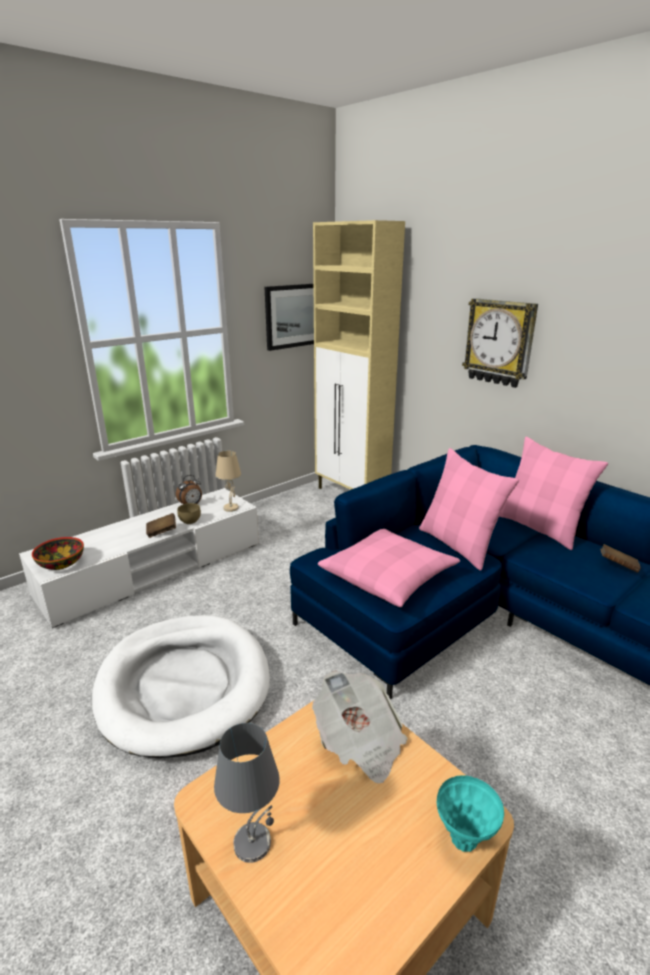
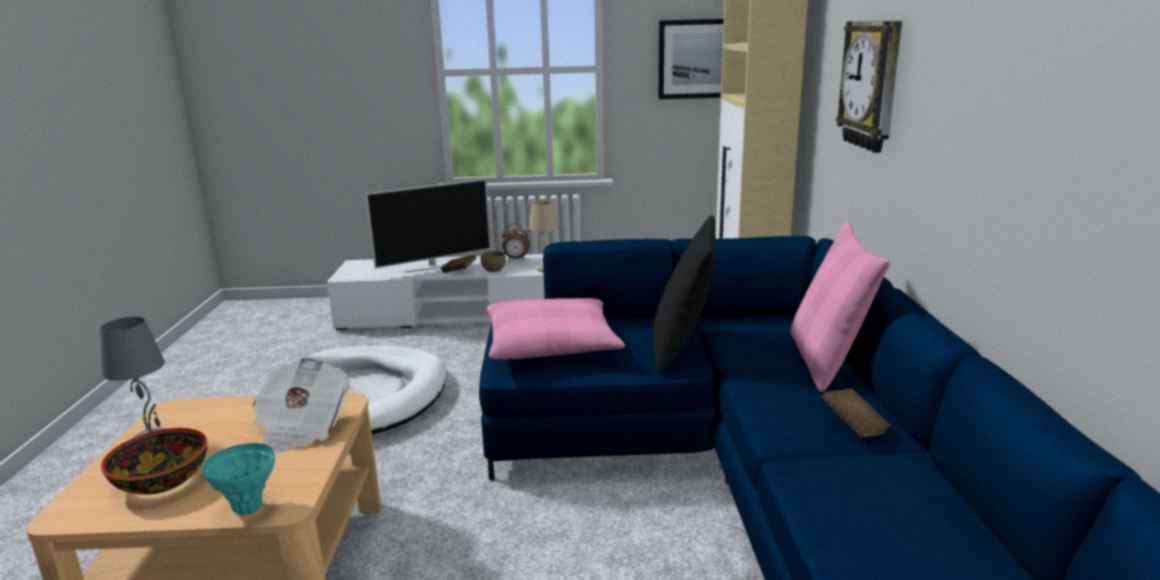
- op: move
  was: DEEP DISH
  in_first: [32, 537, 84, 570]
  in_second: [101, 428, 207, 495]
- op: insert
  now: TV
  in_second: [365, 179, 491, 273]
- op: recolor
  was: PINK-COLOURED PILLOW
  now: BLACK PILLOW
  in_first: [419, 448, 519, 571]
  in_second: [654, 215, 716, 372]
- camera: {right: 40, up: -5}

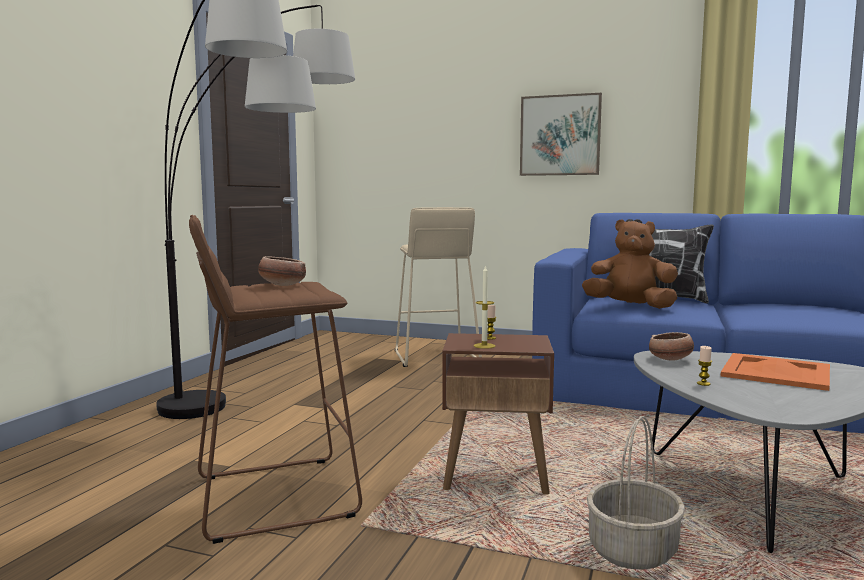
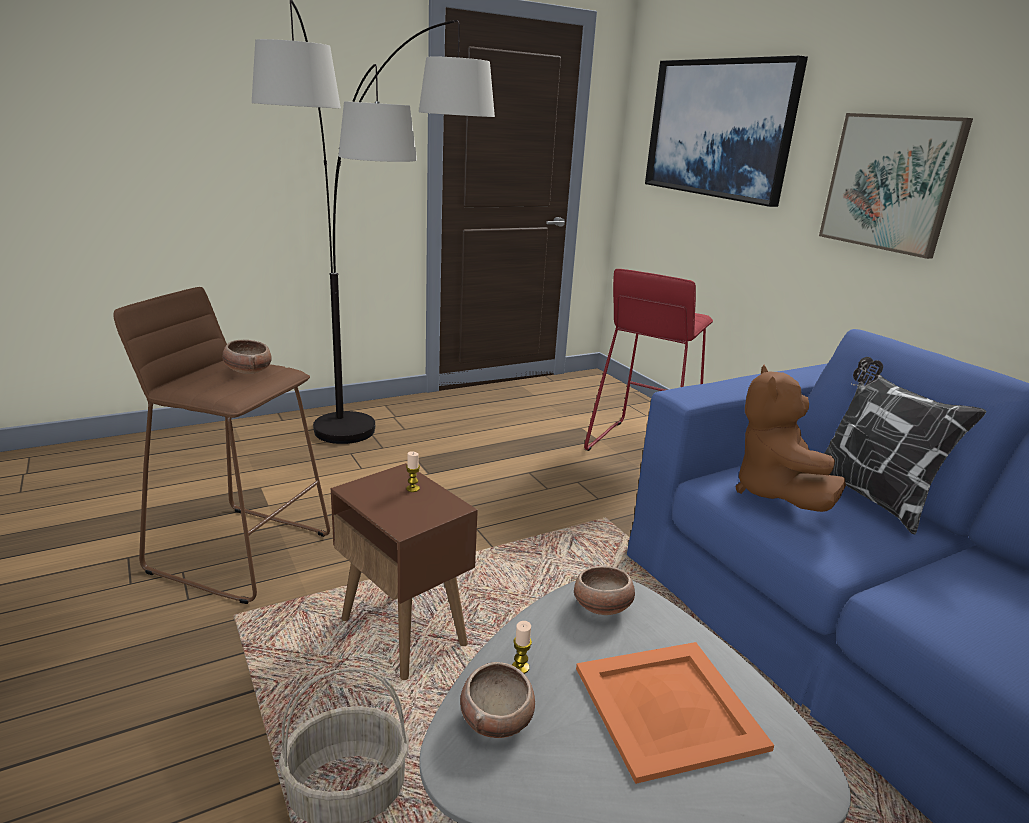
- op: insert
  now: DEEP DISH
  in_second: [460, 662, 535, 738]
- op: recolor
  was: BEIGE STOOL
  now: RED STOOL
  in_first: [395, 207, 482, 367]
  in_second: [584, 269, 713, 451]
- op: insert
  now: WALL ART
  in_second: [645, 55, 808, 207]
- op: rotate
  was: BROWNISH PLUSH TOY
  in_first: [582, 219, 678, 309]
  in_second: [735, 364, 846, 512]
  clockwise: -150
- op: delete
  was: WAX LIGHT
  in_first: [474, 265, 495, 349]
- camera: {right: 40, up: 15}

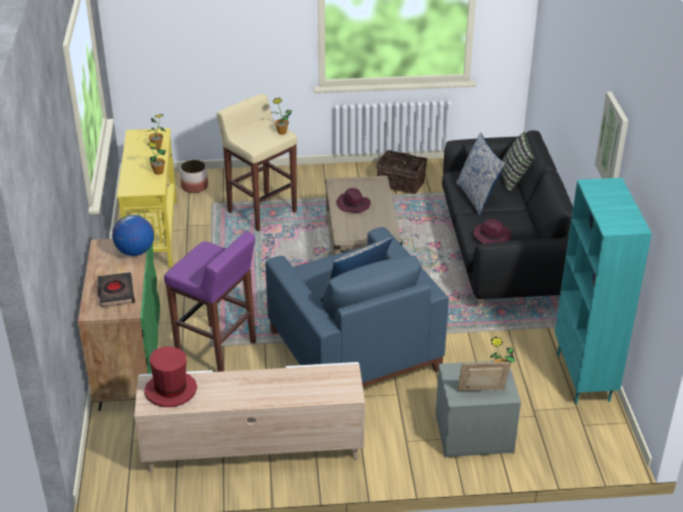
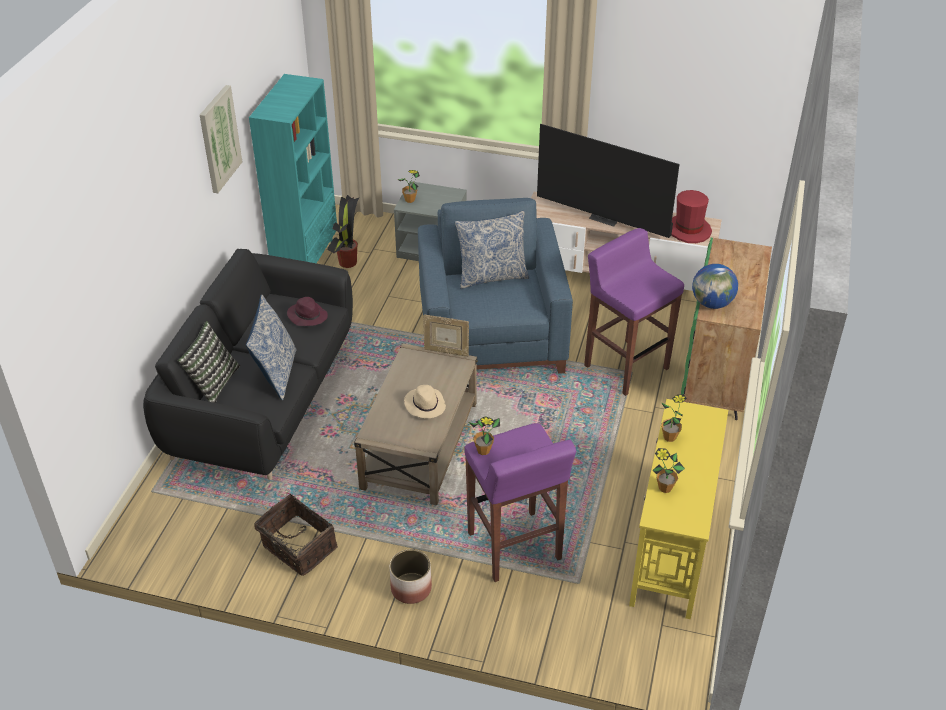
- op: insert
  now: POTTED PLANT
  in_second: [327, 195, 359, 268]
- op: move
  was: FLOWER POT
  in_first: [180, 160, 208, 193]
  in_second: [390, 549, 432, 604]
- op: recolor
  was: PURPLE-COLOURED HAT
  now: BEIGE HAT
  in_first: [337, 188, 371, 213]
  in_second: [404, 385, 446, 418]
- op: move
  was: PHOTO FRAME
  in_first: [457, 362, 510, 391]
  in_second: [423, 315, 469, 357]
- op: recolor
  was: BEIGE STOOL
  now: PURPLE-COLOURED STOOL
  in_first: [216, 94, 297, 231]
  in_second: [464, 423, 576, 582]
- op: insert
  now: TV
  in_second: [537, 124, 680, 238]
- op: delete
  was: BLACK BOOK
  in_first: [97, 272, 135, 307]
- camera: {right: -160, up: 5}

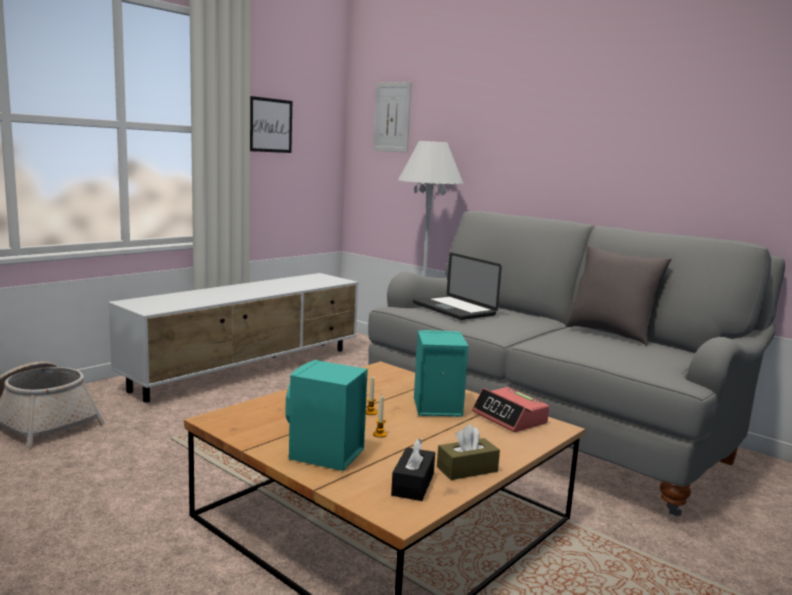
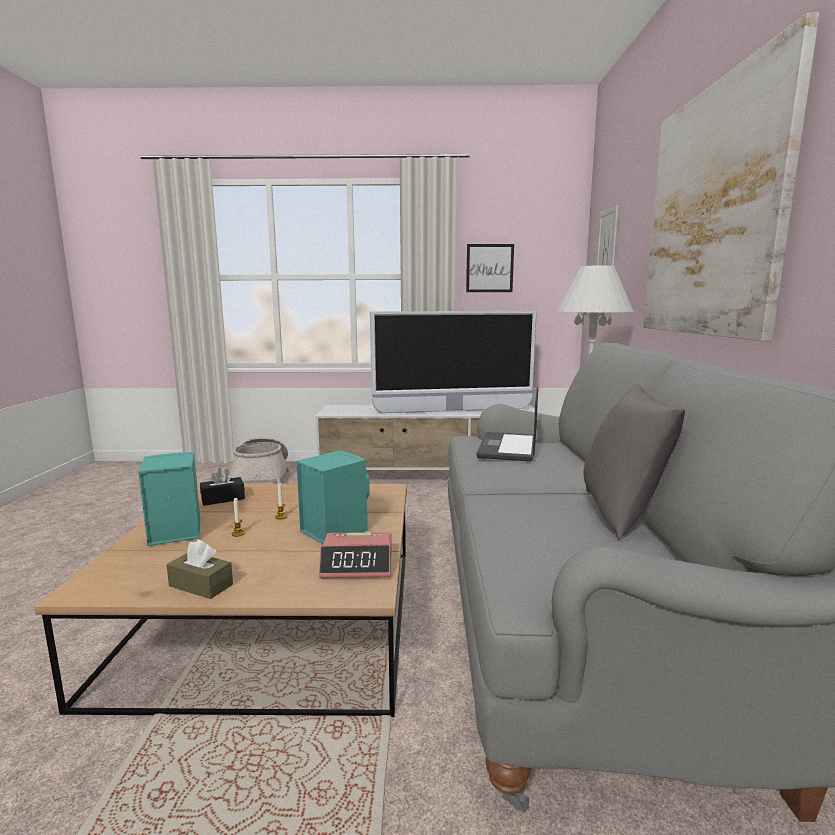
- op: move
  was: BLACK BOX OF TISSUES
  in_first: [391, 439, 435, 501]
  in_second: [200, 467, 245, 506]
- op: rotate
  was: ALARM CLOCK
  in_first: [472, 387, 549, 432]
  in_second: [319, 532, 392, 578]
  clockwise: -105
- op: insert
  now: TV
  in_second: [370, 311, 537, 413]
- op: insert
  now: WALL ART
  in_second: [643, 13, 819, 341]
- camera: {right: 50, up: 0}

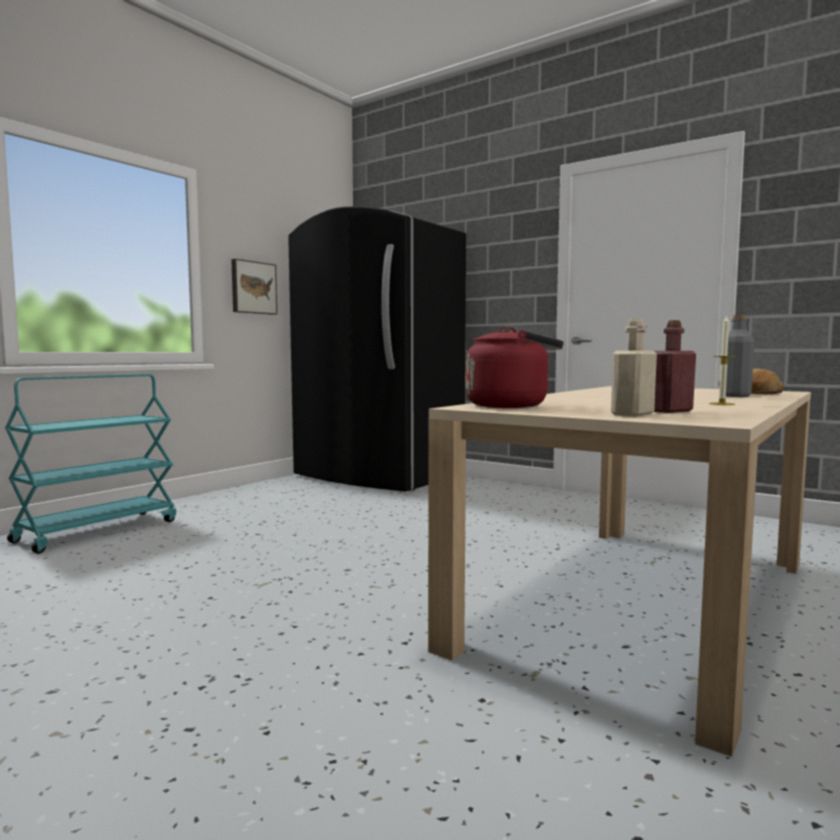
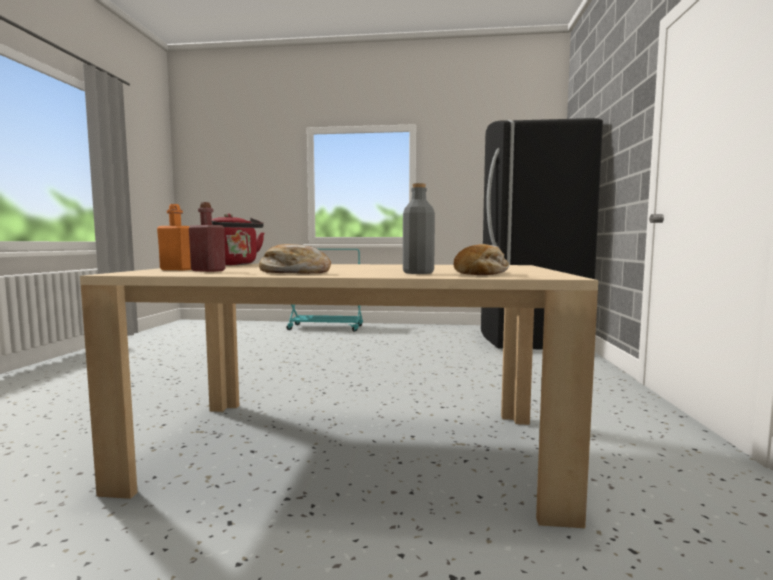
- op: recolor
  was: BEIGE DRINK BOTTLE
  now: ORANGE-COLOURED DRINK BOTTLE
  in_first: [611, 318, 657, 417]
  in_second: [157, 204, 192, 270]
- op: replace
  was: WAX LIGHT
  now: BAKERY BREAD
  in_first: [709, 315, 736, 405]
  in_second: [259, 244, 331, 274]
- op: delete
  was: WALL ART
  in_first: [231, 259, 277, 315]
- camera: {right: 60, up: 0}

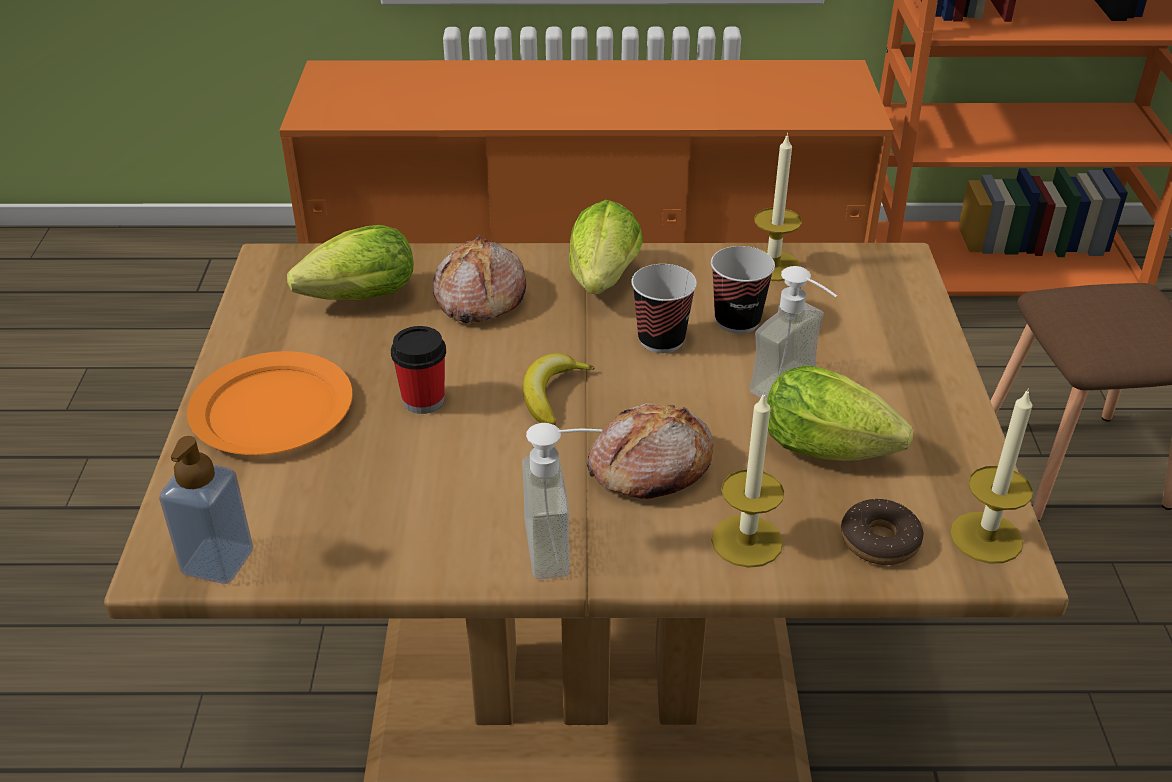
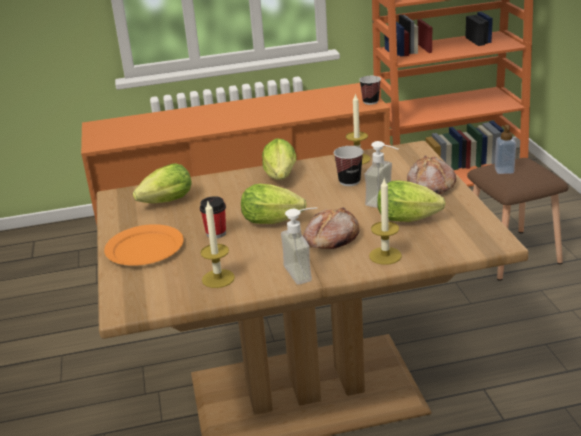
- op: move
  was: WAX LIGHT
  in_first: [950, 388, 1033, 564]
  in_second: [200, 202, 235, 288]
- op: replace
  was: WHOLE BANANA
  now: LETTUCE
  in_first: [523, 353, 595, 425]
  in_second: [241, 184, 307, 224]
- op: move
  was: DRINKING CUP
  in_first: [631, 264, 697, 353]
  in_second: [359, 76, 381, 105]
- op: move
  was: BAKERY BREAD
  in_first: [433, 236, 526, 323]
  in_second: [407, 155, 456, 194]
- op: move
  was: SOAP DISPENSER
  in_first: [159, 436, 253, 584]
  in_second: [495, 125, 516, 174]
- op: delete
  was: DOUGHNUT
  in_first: [841, 499, 923, 565]
- camera: {right: -10, up: -10}

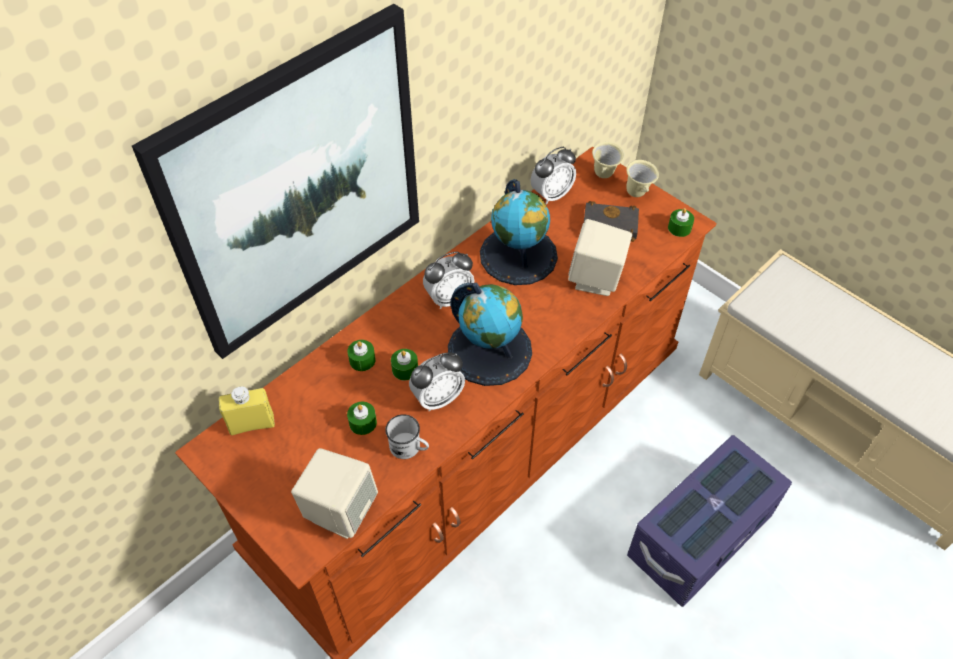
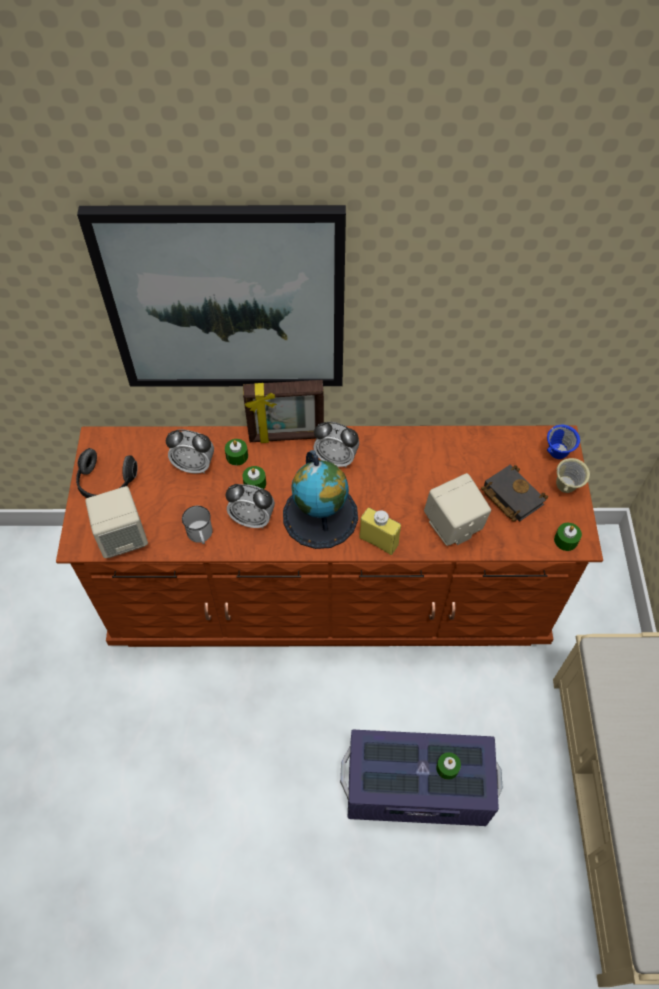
- op: insert
  now: PAIR OF HEADPHONES
  in_second: [76, 448, 138, 498]
- op: move
  was: ALARM CLOCK
  in_first: [531, 147, 576, 204]
  in_second: [166, 430, 214, 474]
- op: insert
  now: PHOTO FRAME
  in_second: [243, 380, 324, 443]
- op: move
  was: YELLOW-COLOURED DRINK BOTTLE
  in_first: [219, 386, 275, 436]
  in_second: [359, 508, 401, 555]
- op: move
  was: GREEN-COLOURED WAX LIGHT
  in_first: [347, 402, 377, 435]
  in_second: [436, 752, 461, 780]
- op: recolor
  was: BEIGE MUG
  now: BLUE-COLOURED MUG
  in_first: [592, 142, 624, 178]
  in_second: [547, 425, 580, 459]
- op: delete
  was: GLOBE
  in_first: [480, 179, 558, 285]
- camera: {right: 45, up: 5}

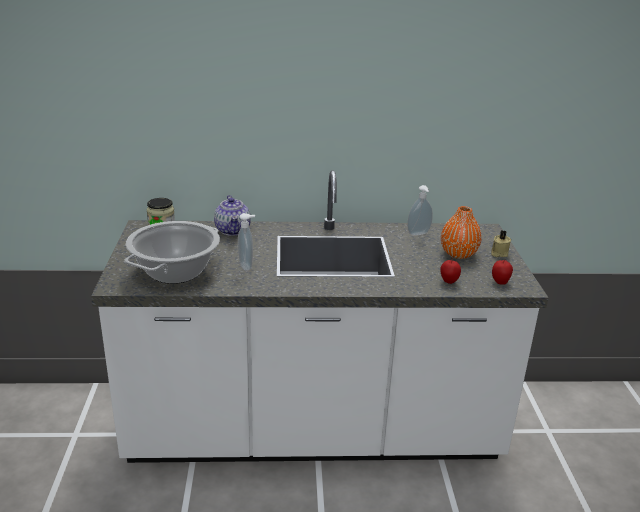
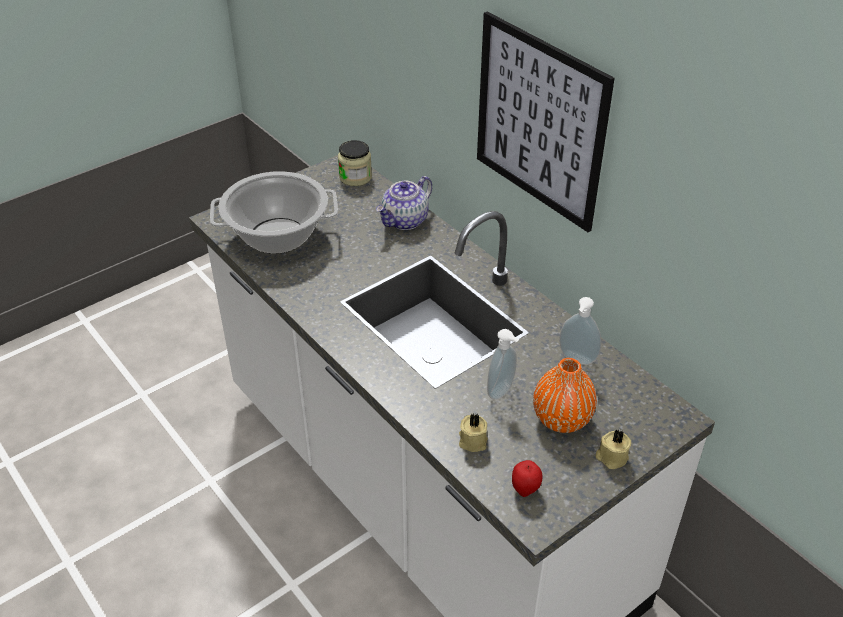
- op: replace
  was: APPLE
  now: BEIGE WAX LIGHT
  in_first: [440, 258, 461, 284]
  in_second: [459, 413, 488, 452]
- op: insert
  now: WALL ART
  in_second: [477, 11, 615, 232]
- op: move
  was: SOAP DISPENSER
  in_first: [238, 213, 255, 271]
  in_second: [487, 329, 519, 400]
- camera: {right: 55, up: 15}

